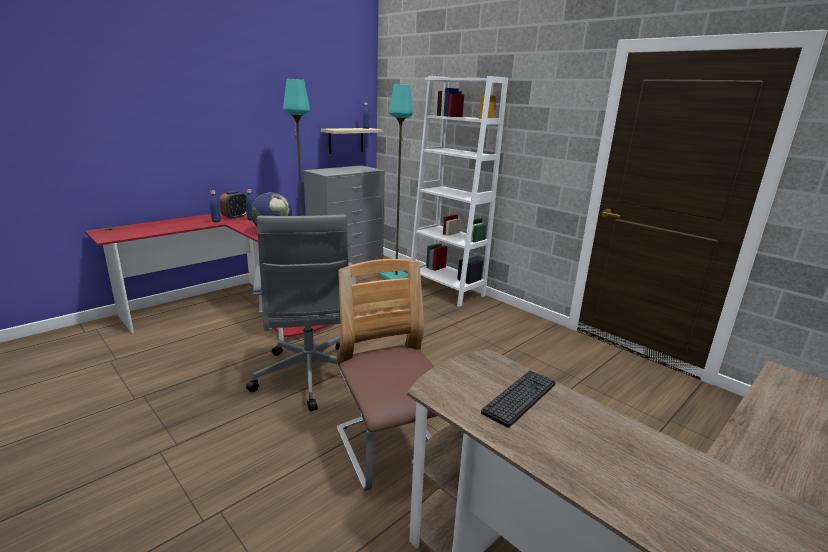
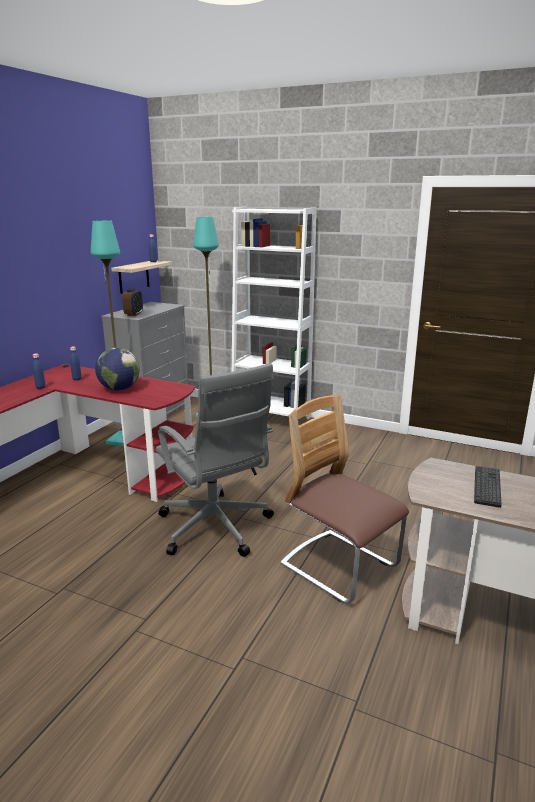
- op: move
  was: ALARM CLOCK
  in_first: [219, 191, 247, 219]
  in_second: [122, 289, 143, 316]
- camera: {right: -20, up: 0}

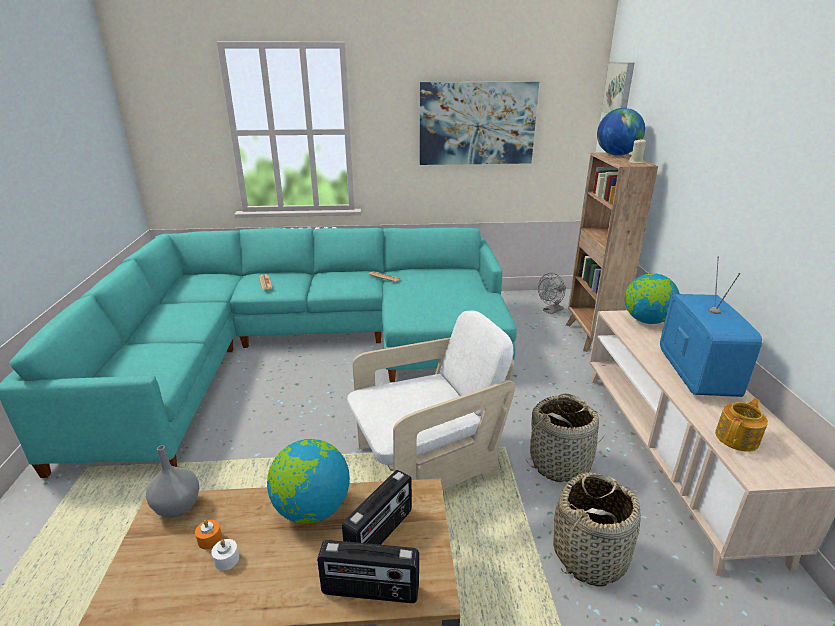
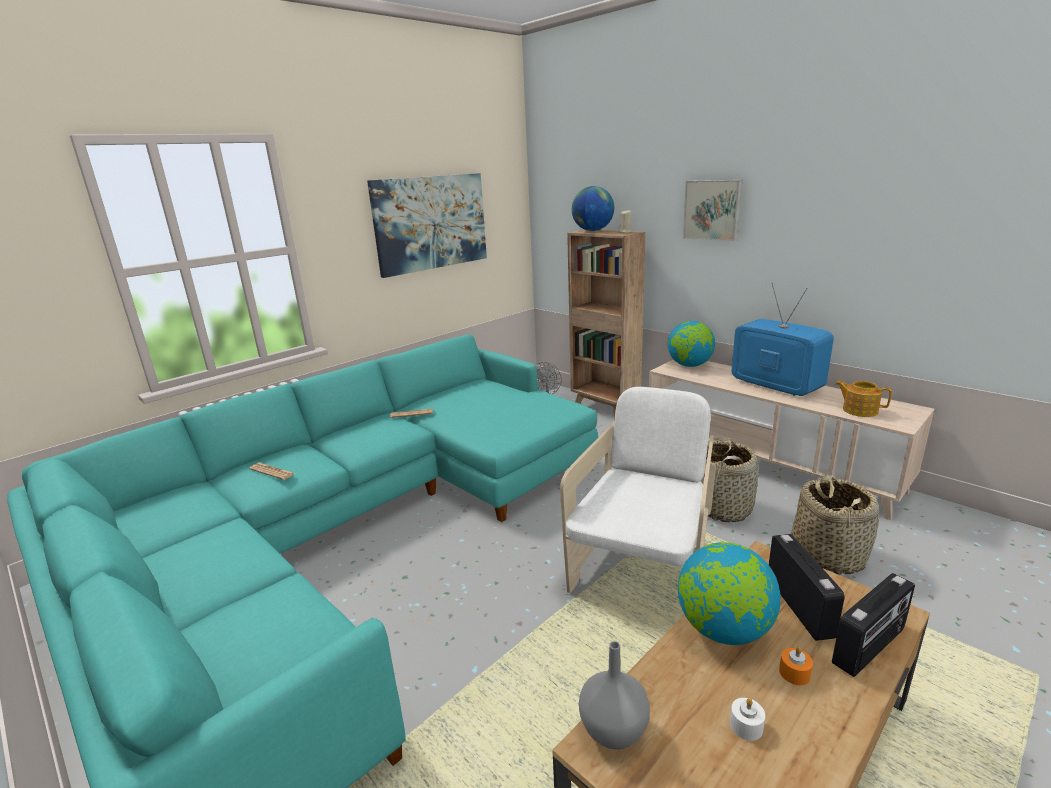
- op: move
  was: WALL ART
  in_first: [601, 62, 634, 114]
  in_second: [683, 180, 743, 241]
- op: move
  was: ORANGE-COLOURED WAX LIGHT
  in_first: [195, 520, 222, 549]
  in_second: [779, 647, 813, 685]
- op: rotate
  was: TEAPOT
  in_first: [715, 398, 768, 452]
  in_second: [836, 381, 892, 417]
  clockwise: -60
- camera: {right: -40, up: -5}

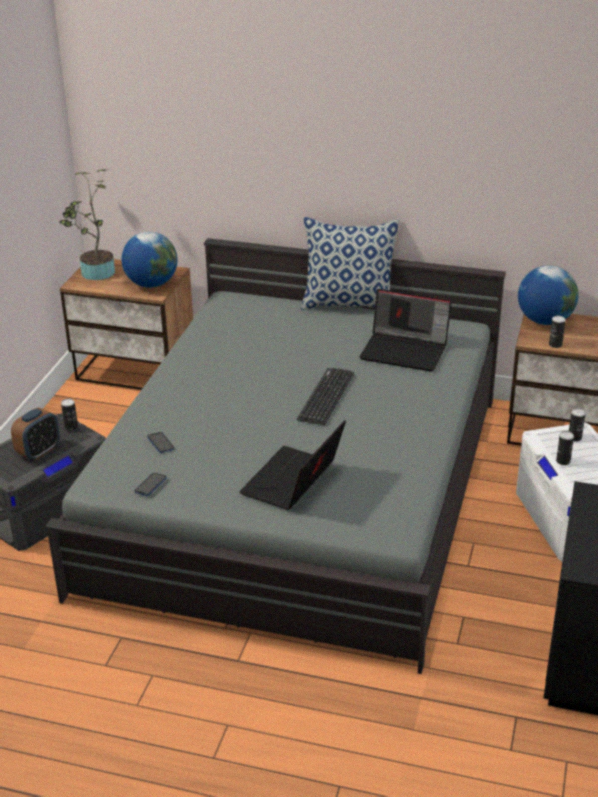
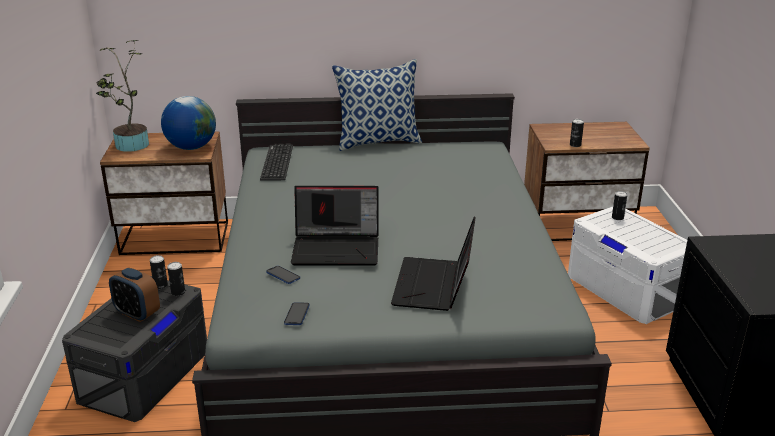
- op: rotate
  was: ALARM CLOCK
  in_first: [11, 408, 60, 461]
  in_second: [109, 267, 160, 322]
  clockwise: 105
- op: move
  was: SEALED CAN
  in_first: [556, 431, 574, 465]
  in_second: [167, 262, 185, 296]
- op: move
  was: PC KEYBOARD
  in_first: [297, 368, 354, 425]
  in_second: [260, 144, 293, 180]
- op: move
  was: PORTABLE COMPUTER
  in_first: [359, 289, 452, 372]
  in_second: [291, 186, 379, 266]
- op: delete
  was: GLOBE
  in_first: [518, 266, 579, 325]
- camera: {right: -20, up: -5}

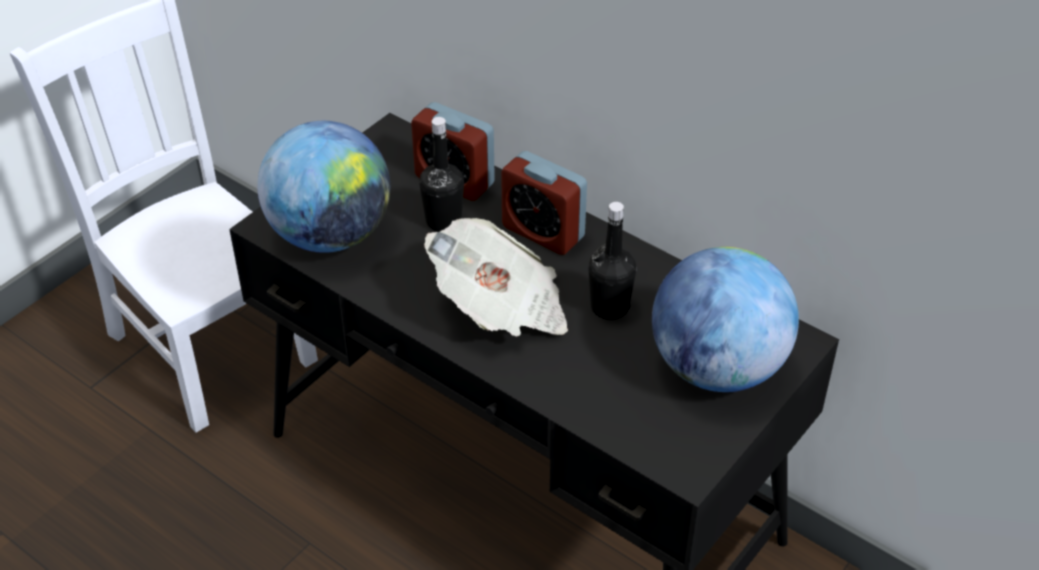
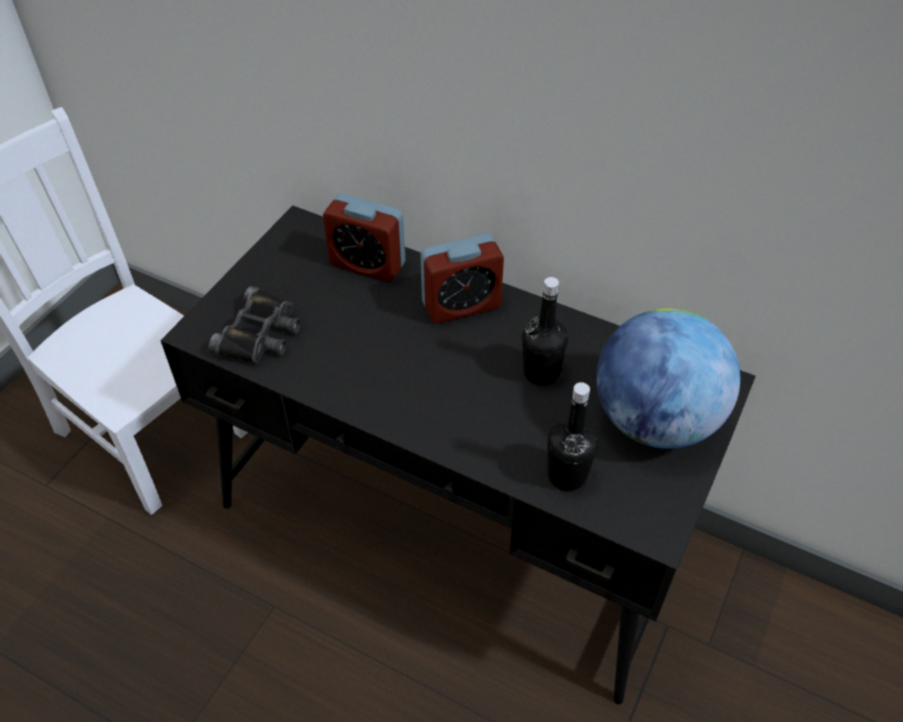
- op: replace
  was: GLOBE
  now: BLACK PAIR OF BINOCULARS
  in_first: [257, 121, 390, 253]
  in_second: [209, 286, 301, 363]
- op: rotate
  was: ALARM CLOCK
  in_first: [501, 151, 587, 255]
  in_second: [420, 234, 504, 324]
  clockwise: -45
- op: move
  was: BLACK DRINK BOTTLE
  in_first: [419, 117, 464, 232]
  in_second: [547, 382, 598, 491]
- op: delete
  was: PRINTED PAPER
  in_first: [424, 218, 568, 337]
- camera: {right: -10, up: 5}

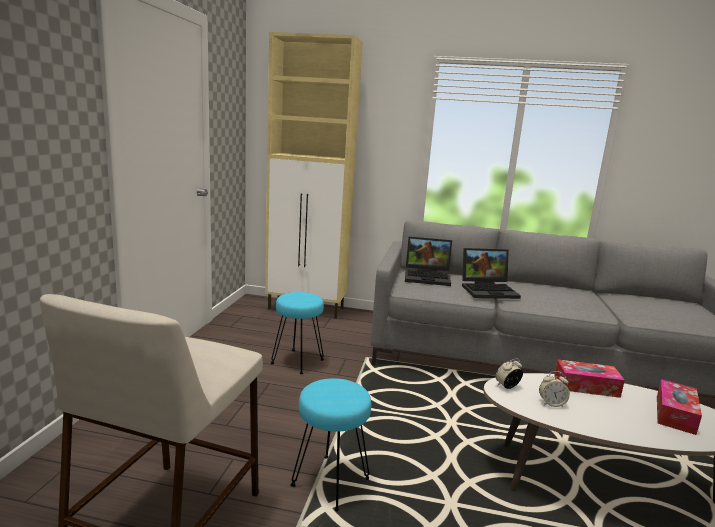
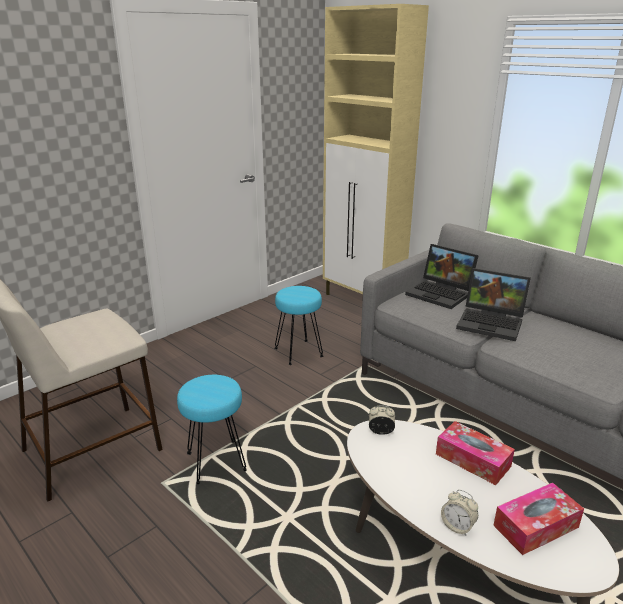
- op: move
  was: ALARM CLOCK
  in_first: [539, 371, 570, 407]
  in_second: [441, 489, 478, 535]
- camera: {right: 35, up: 10}

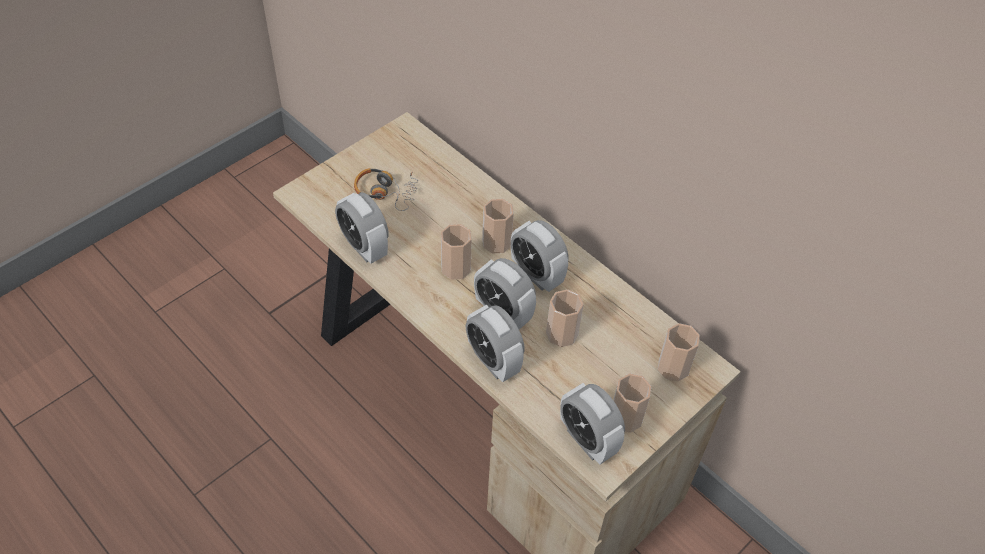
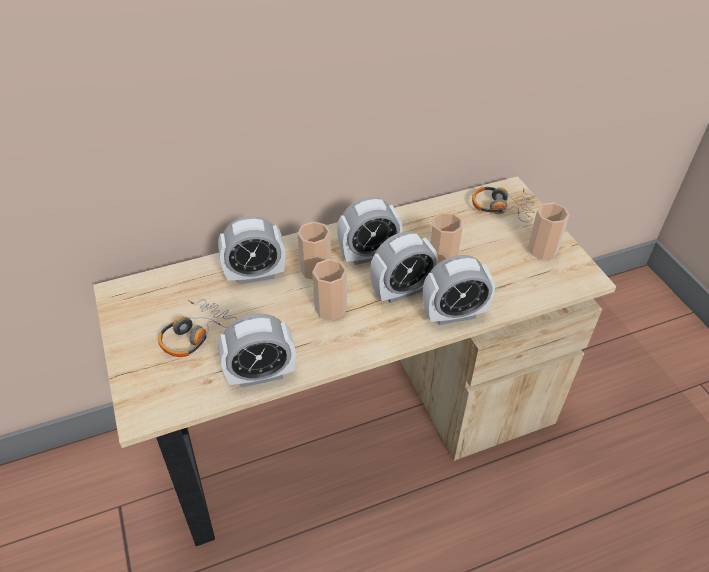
- op: move
  was: ALARM CLOCK
  in_first: [560, 383, 625, 464]
  in_second: [218, 216, 285, 284]
- op: replace
  was: DRINKING CUP
  now: PAIR OF HEADPHONES
  in_first: [658, 323, 700, 381]
  in_second: [472, 186, 535, 222]
- camera: {right: -65, up: -5}

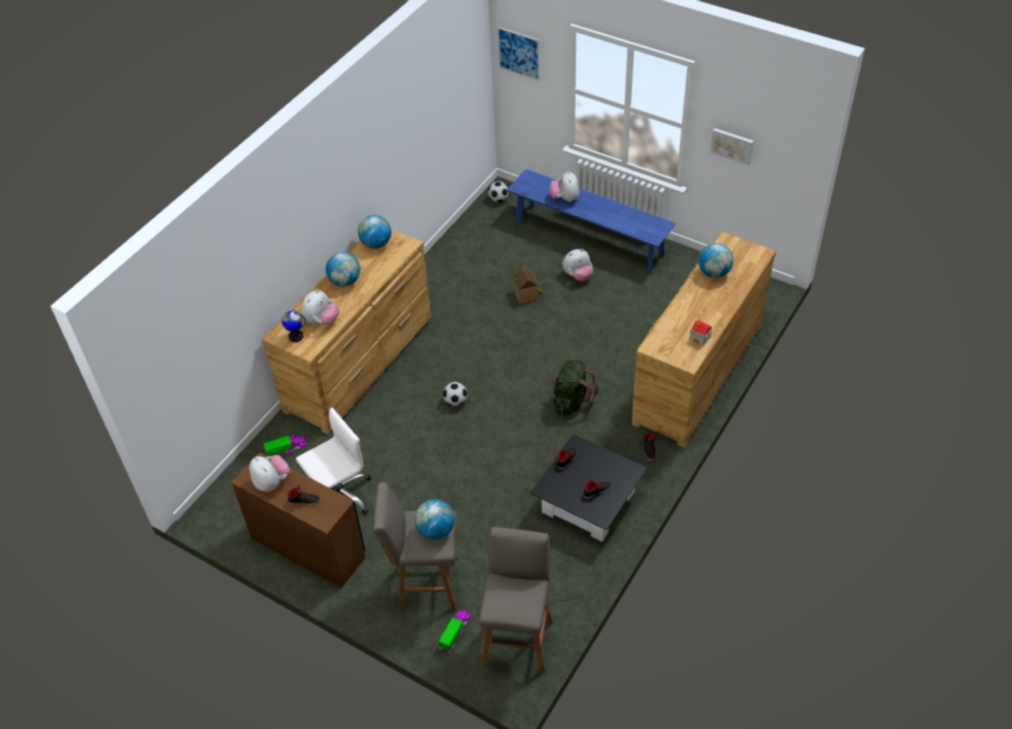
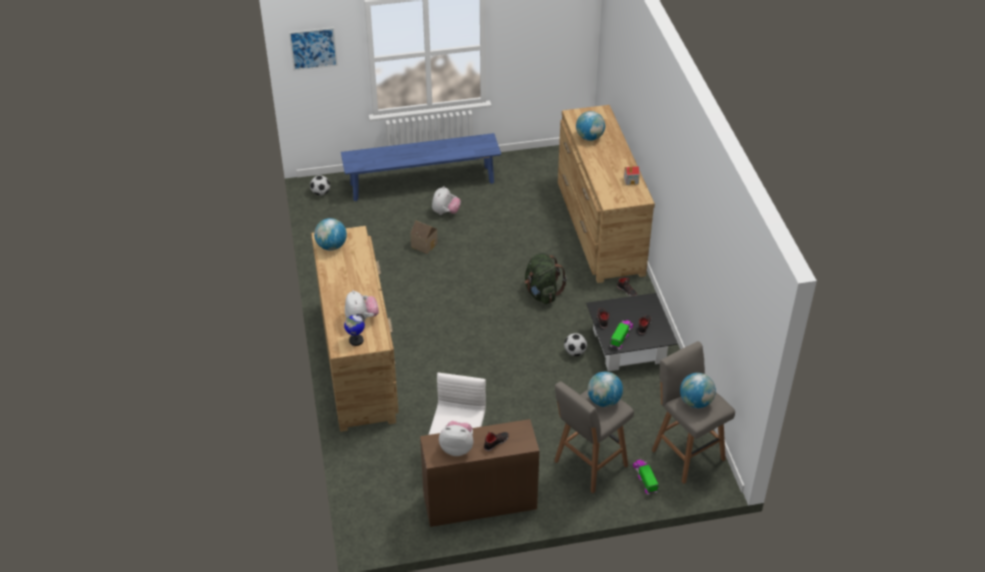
- op: move
  was: FOOTBALL BALL
  in_first: [443, 382, 467, 406]
  in_second: [564, 333, 587, 356]
- op: move
  was: TOY TRUCK
  in_first: [263, 435, 306, 457]
  in_second: [610, 320, 633, 350]
- op: move
  was: GLOBE
  in_first: [326, 252, 360, 287]
  in_second: [680, 373, 716, 408]
- op: delete
  was: PLUSH TOY
  in_first: [550, 171, 579, 202]
- op: delete
  was: WALL ART
  in_first: [710, 128, 754, 165]
- camera: {right: -45, up: -5}

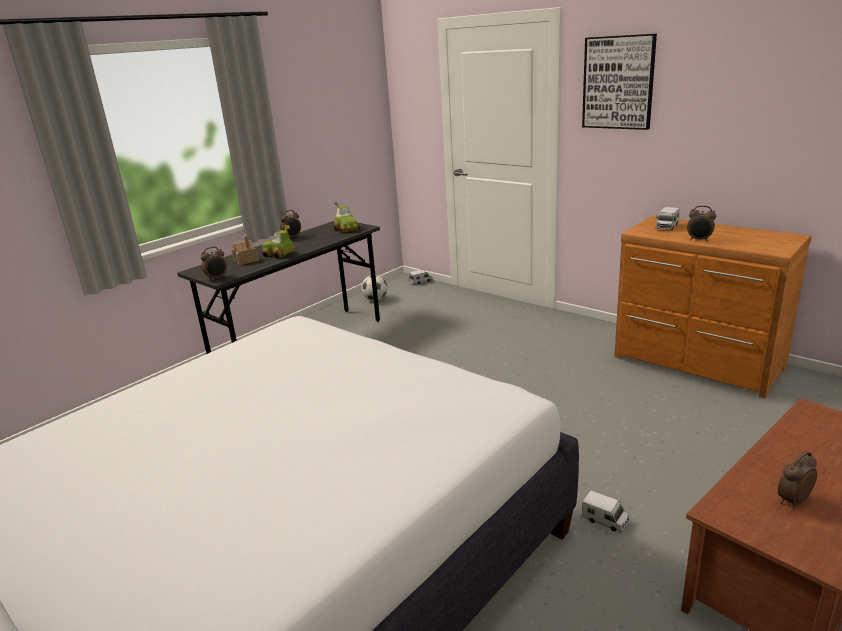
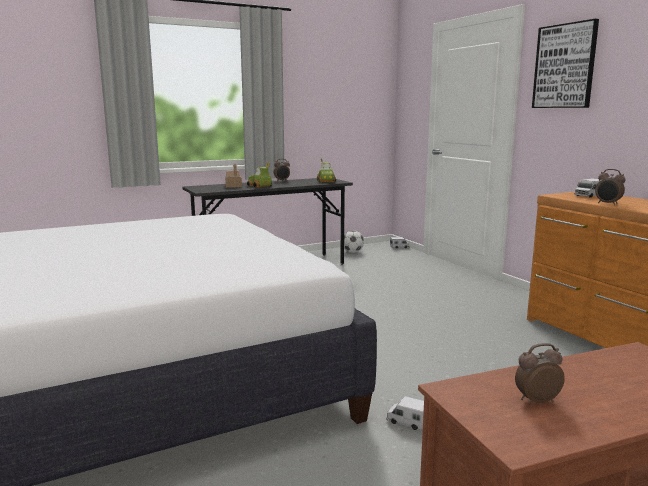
- op: rotate
  was: TOY TRUCK
  in_first: [582, 490, 629, 533]
  in_second: [386, 396, 424, 430]
  clockwise: 150
- op: delete
  was: ALARM CLOCK
  in_first: [201, 247, 227, 281]
- camera: {right: 20, up: -10}

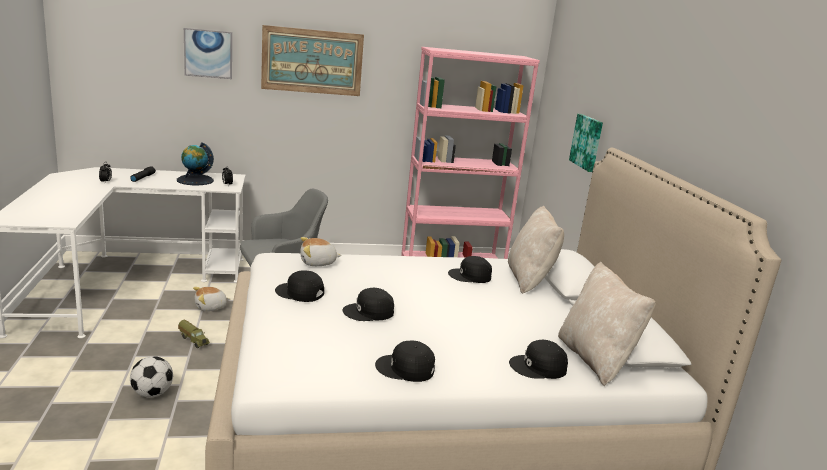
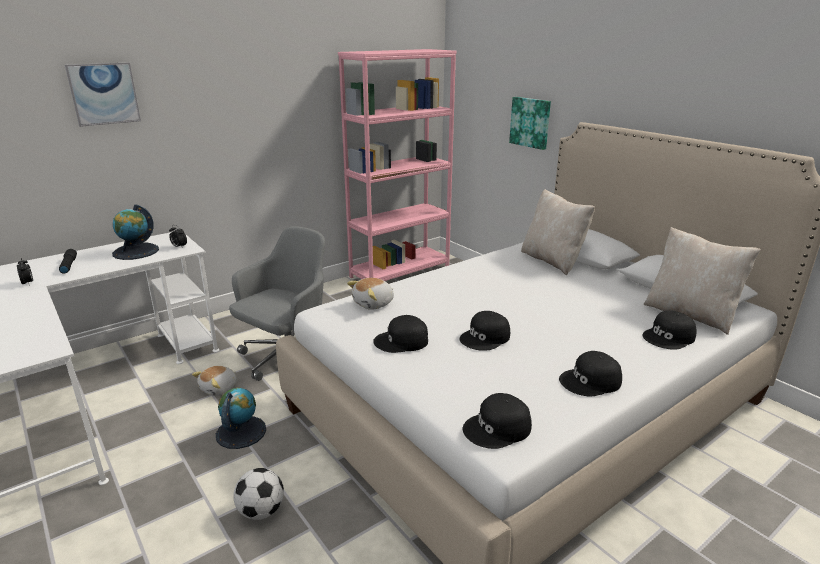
- op: replace
  was: TOY TRUCK
  now: GLOBE
  in_first: [178, 320, 210, 348]
  in_second: [216, 388, 266, 449]
- op: move
  was: BLACK BASEBALL CAP
  in_first: [448, 256, 492, 283]
  in_second: [463, 393, 532, 449]
- op: delete
  was: WALL ART
  in_first: [261, 25, 364, 96]
- camera: {right: -25, up: 5}

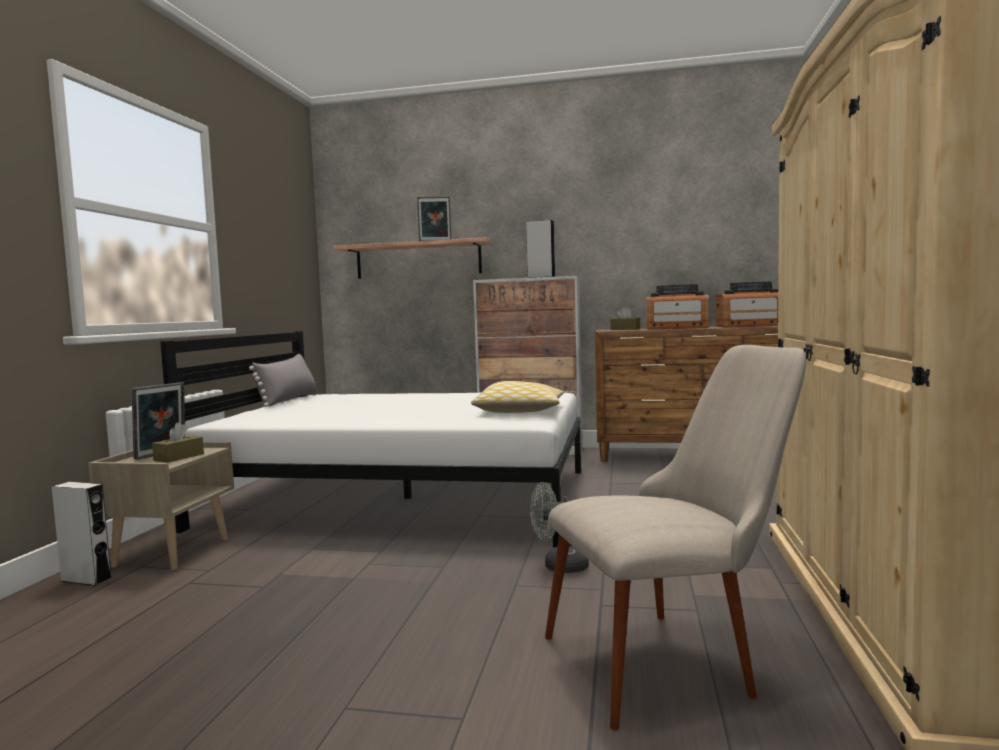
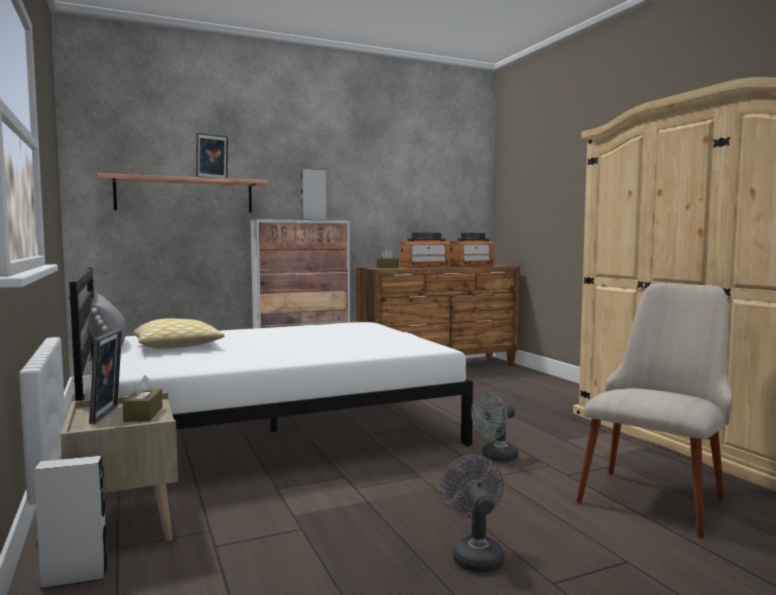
- op: move
  was: PILLOW
  in_first: [471, 381, 564, 413]
  in_second: [134, 319, 224, 349]
- op: insert
  now: GRAY FAN
  in_second: [440, 455, 504, 572]
- camera: {right: -35, up: 0}

